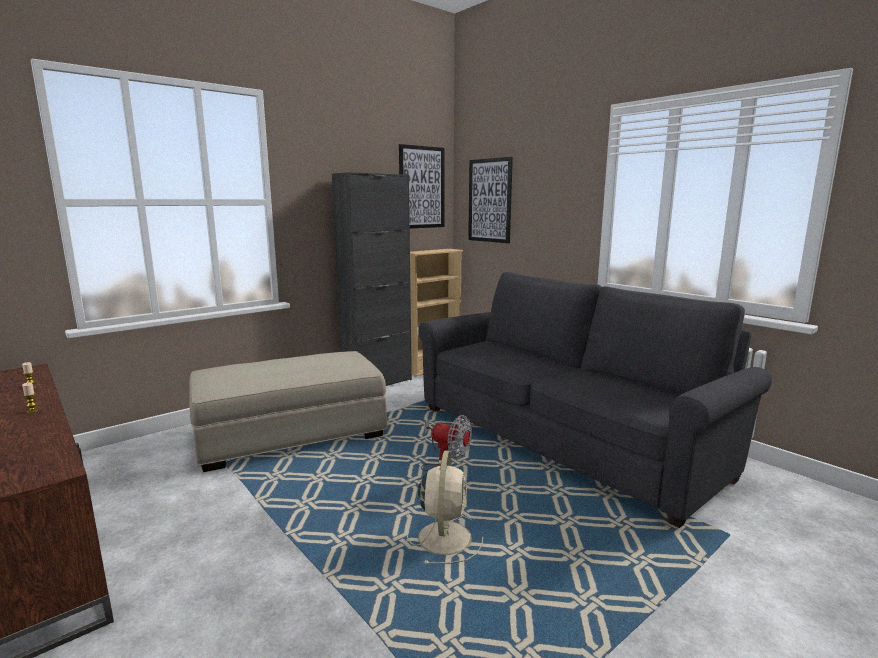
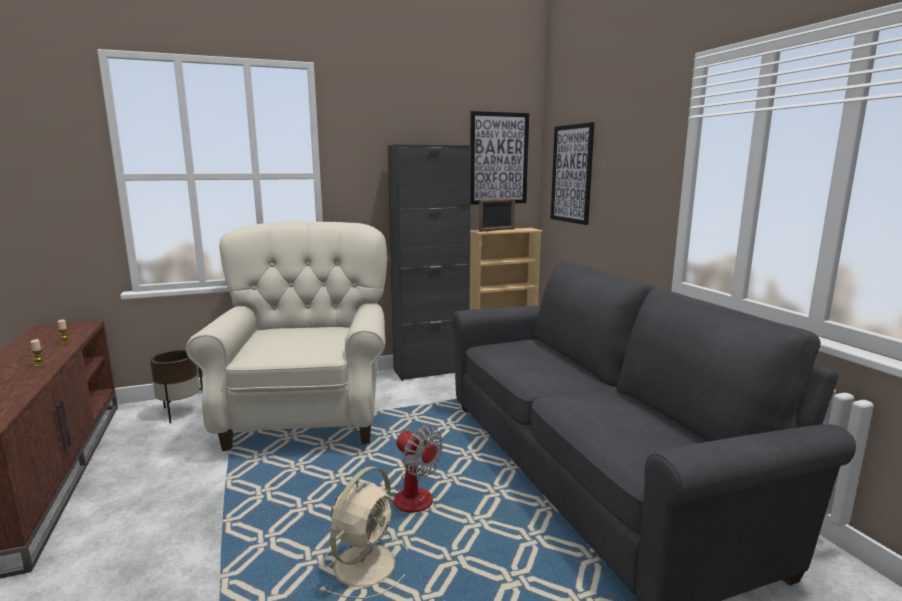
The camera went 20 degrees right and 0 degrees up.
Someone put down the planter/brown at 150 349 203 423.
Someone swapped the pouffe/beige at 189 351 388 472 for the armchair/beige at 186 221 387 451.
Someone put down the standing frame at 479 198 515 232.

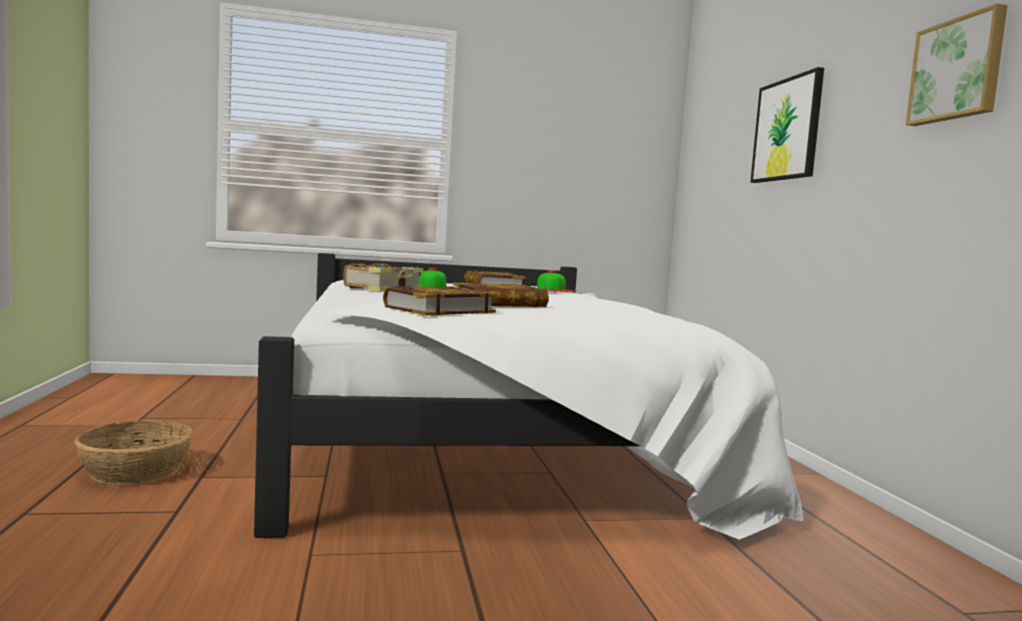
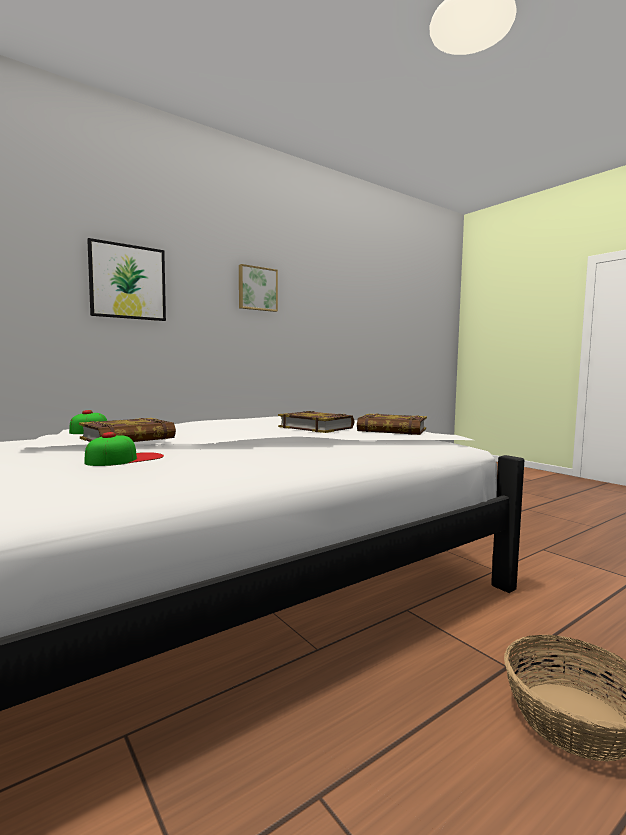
The camera went 115 degrees left and 0 degrees up.
Someone took away the book at 343 263 423 291.

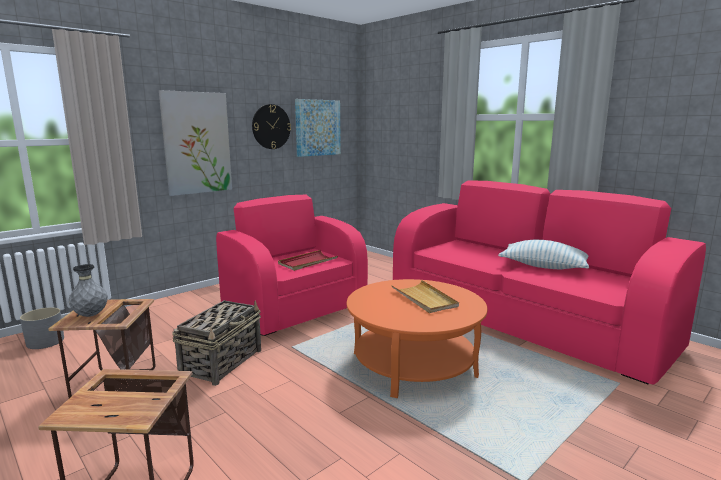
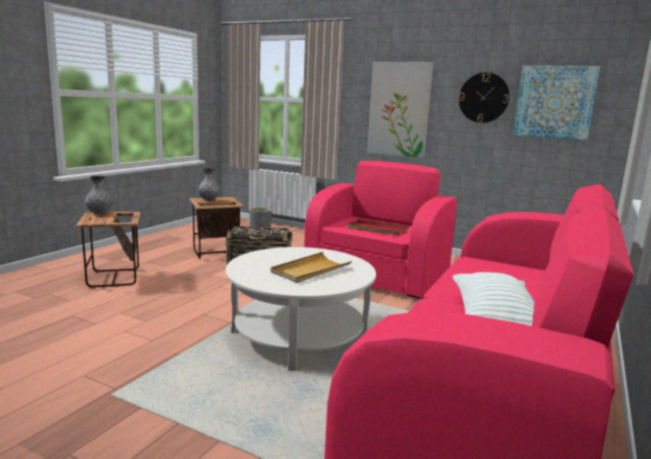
The camera went 70 degrees right and 0 degrees up.
Someone put down the decorative vase/greyish at 85 176 112 214.
Someone repainted the low table/orange at 347 279 487 398, which became the low table/whitish at 226 247 376 371.

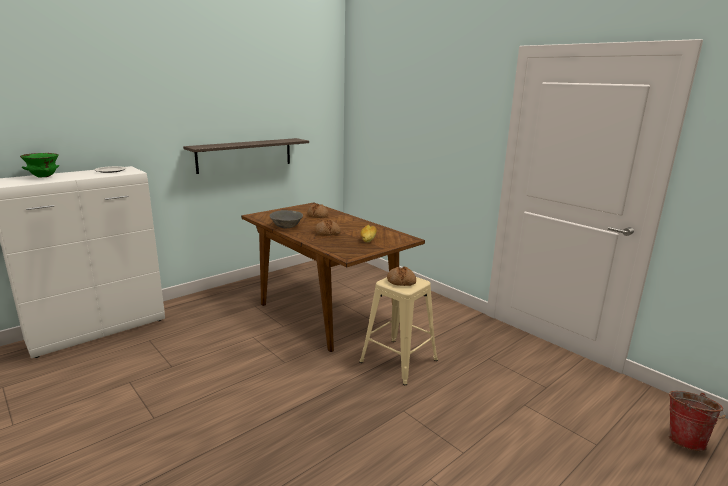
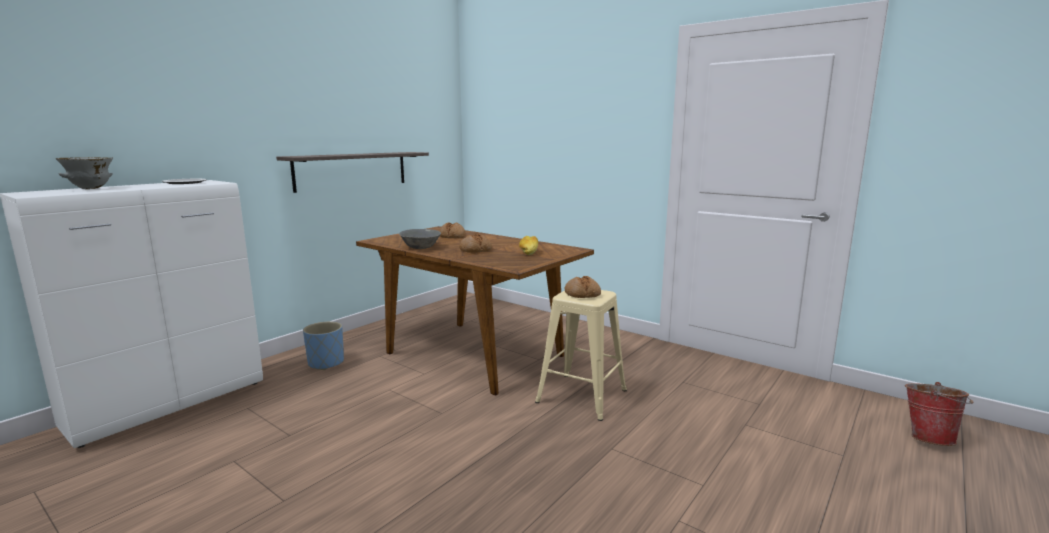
The camera went 10 degrees left and 5 degrees down.
Someone repainted the serving bowl/greenish at 20 153 59 177, which became the serving bowl/greyish at 56 157 113 189.
Someone put down the planter/blue-coloured at 303 321 344 370.

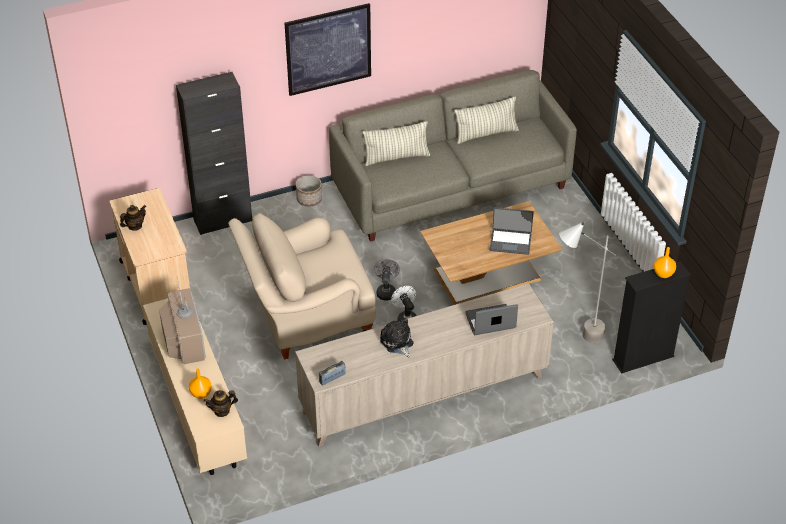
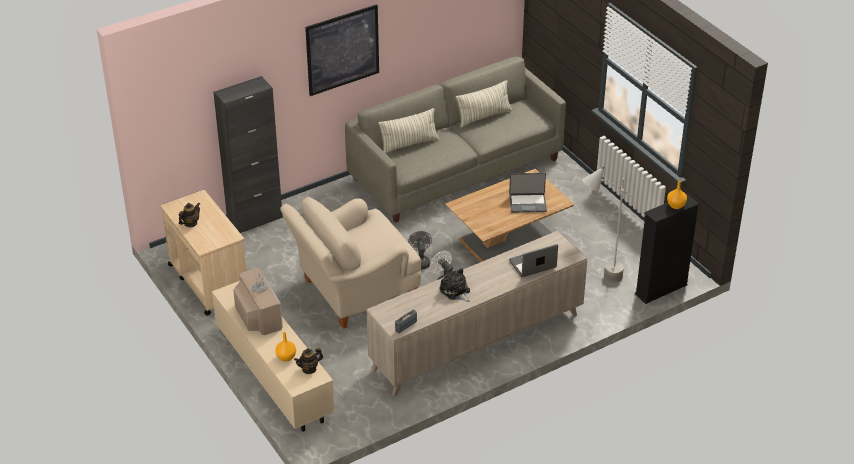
The camera went 10 degrees left and 5 degrees down.
Someone took away the planter at 296 175 322 207.

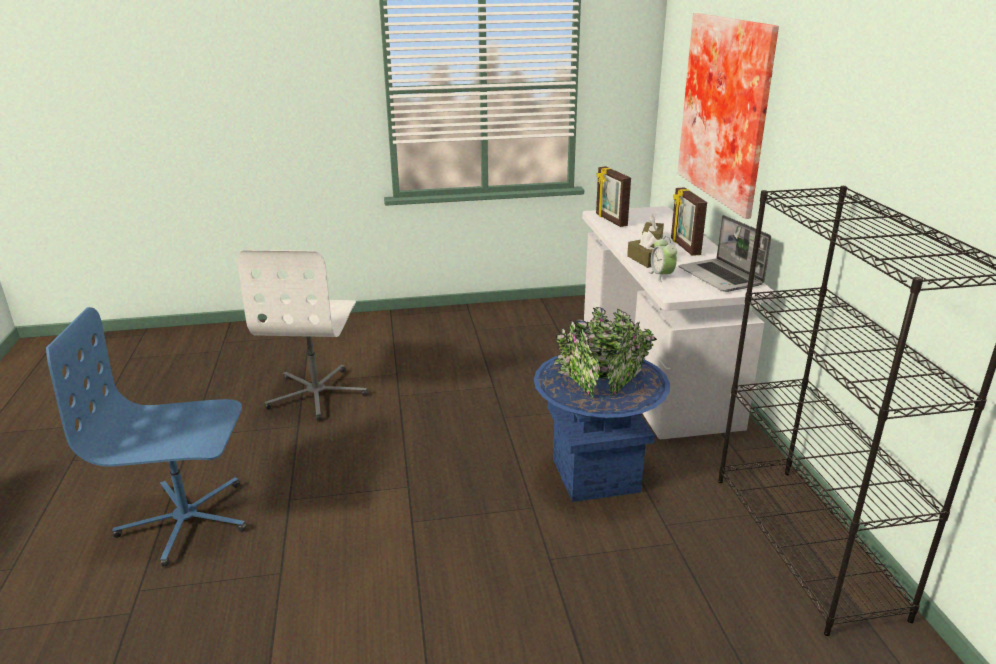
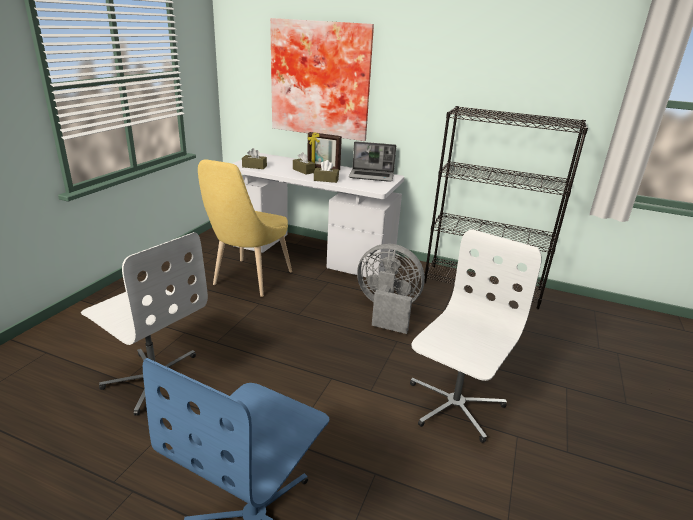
The camera went 60 degrees left and 0 degrees up.
Someone put down the chair/yellow at 198 159 292 297.
Someone swapped the standing frame at 596 166 631 227 for the box of tissues/brown at 242 148 267 169.
Someone swapped the planter/blue-coloured at 534 307 670 502 for the fan/greyish at 357 244 425 334.
Someone put down the desk chair/whitish at 410 229 542 443.
Someone took away the table clock at 649 236 677 282.

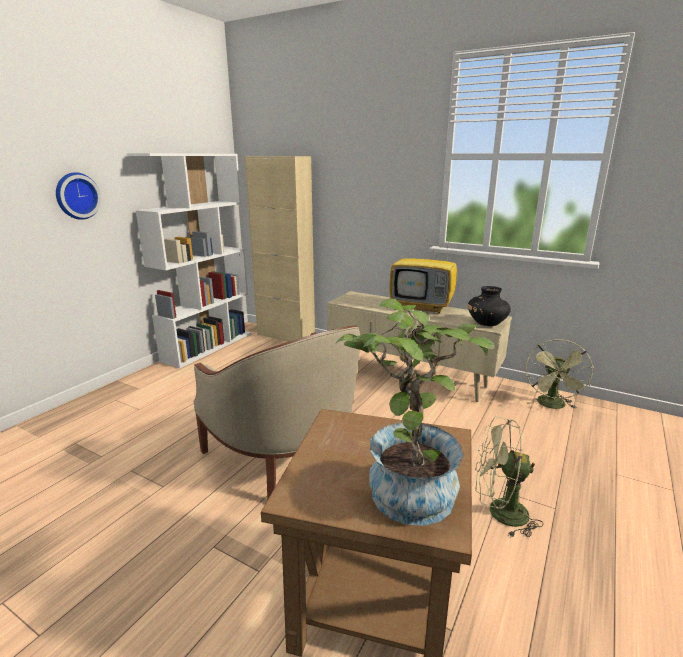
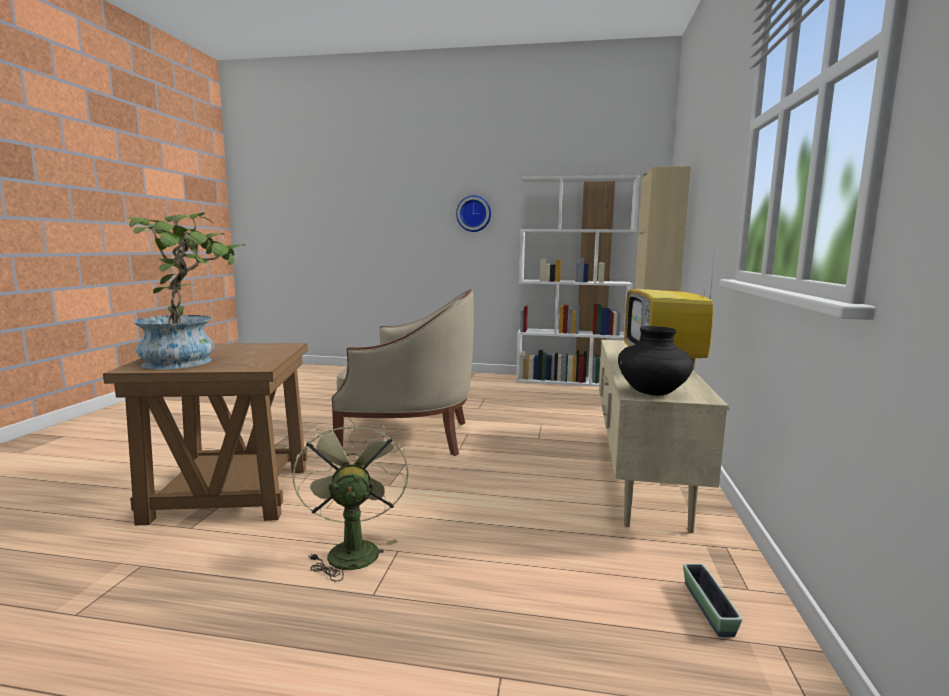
The camera went 70 degrees right and 10 degrees down.
Someone rotated the armchair/beige at 193 325 360 500 by 120 degrees counterclockwise.
Someone swapped the fan/greenish at 526 339 594 409 for the planter at 683 564 743 637.

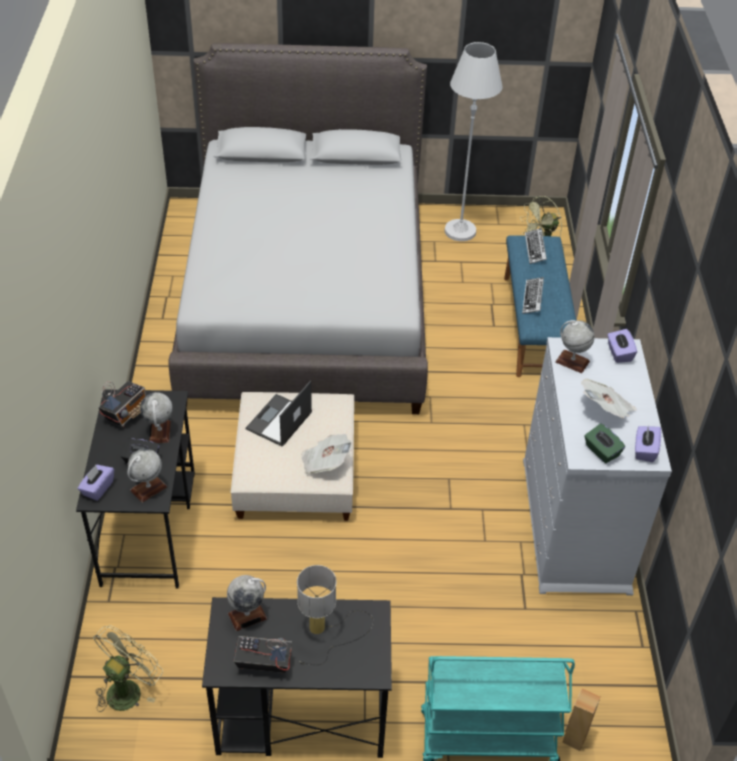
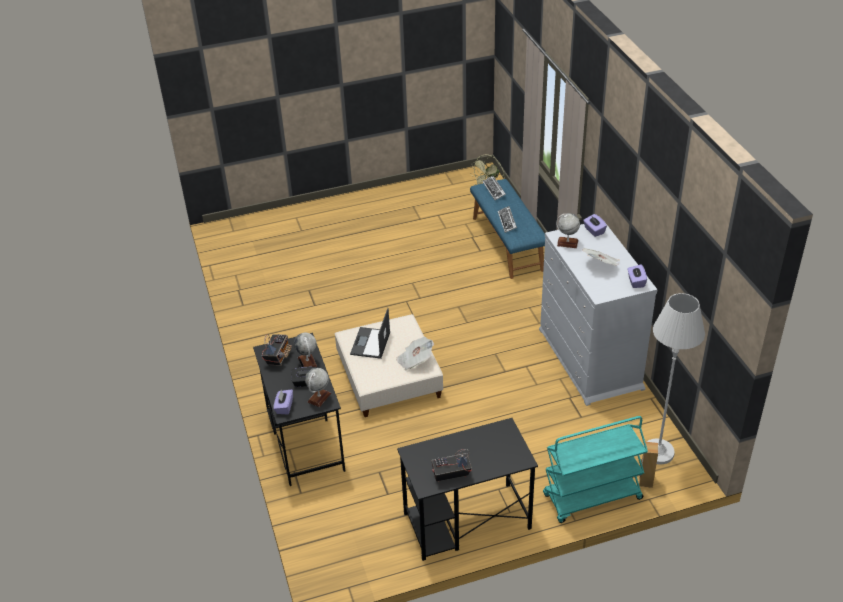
The camera went 15 degrees left and 5 degrees down.
Someone carried the standing lamp/whitish from 445 42 503 241 to 647 293 705 464.
Someone took away the fan/greenish at 93 625 163 712.
Someone took away the bedroom bed/greyish at 168 43 428 414.
Someone took away the globe at 227 575 267 631.
Someone took away the tabletop lamp at 297 565 374 665.
Someone took away the box of tissues/greenish at 584 424 625 463.

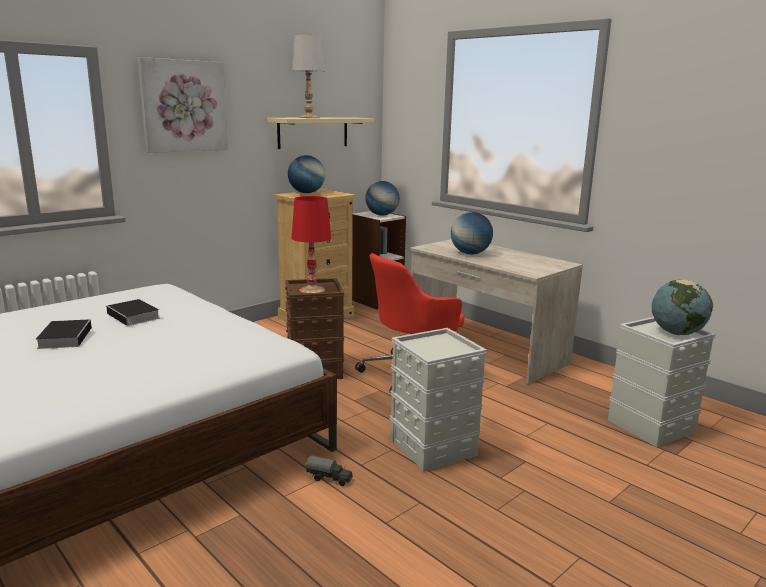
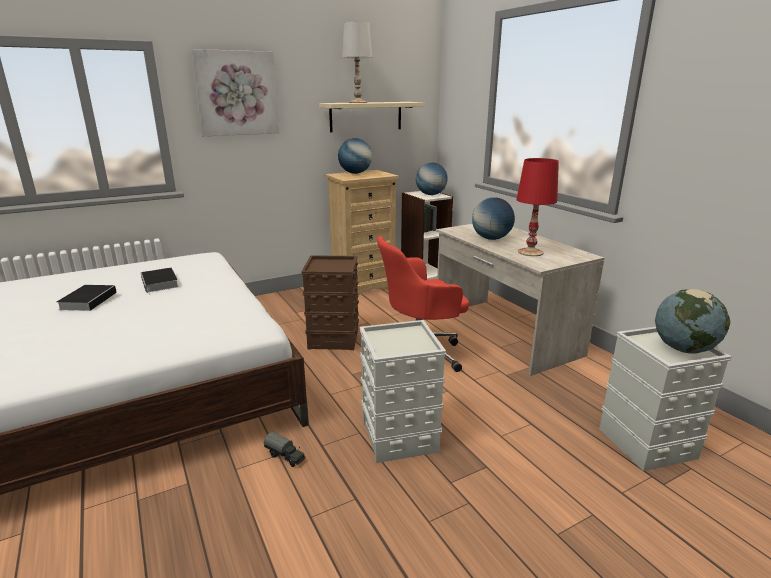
The camera went 15 degrees right and 5 degrees up.
Someone carried the tabletop lamp/red-coloured from 291 196 331 294 to 516 158 559 256.

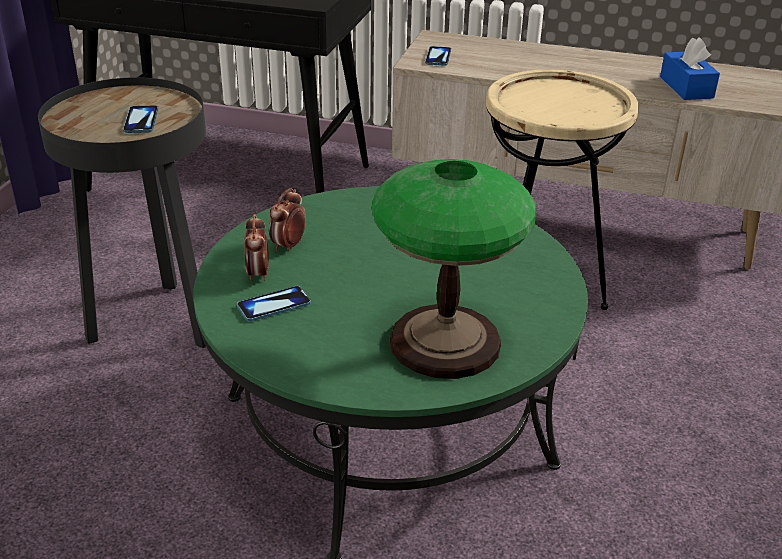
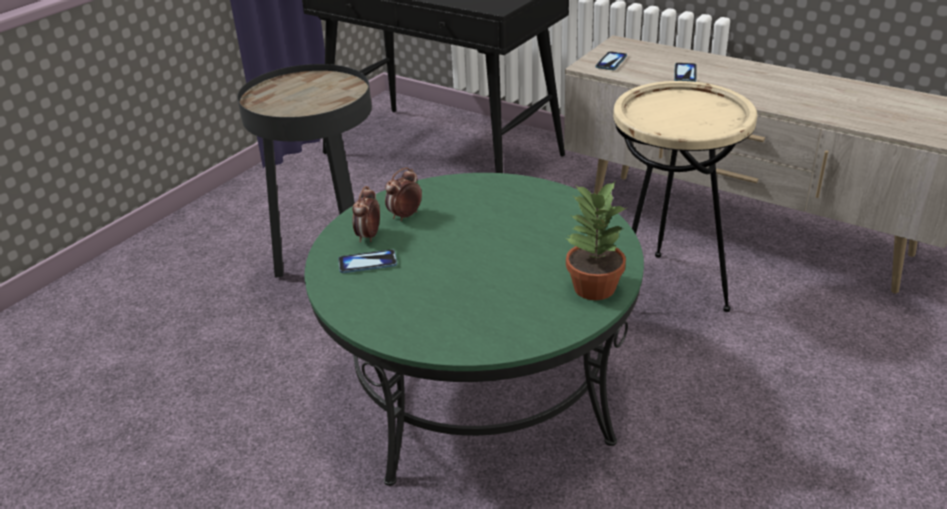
The camera went 20 degrees right and 0 degrees up.
Someone put down the potted plant at 565 182 628 300.
Someone carried the telephone from 123 105 158 133 to 674 63 697 82.
Someone took away the tabletop lamp at 371 159 536 379.
Someone took away the box of tissues/blue-coloured at 660 37 720 100.

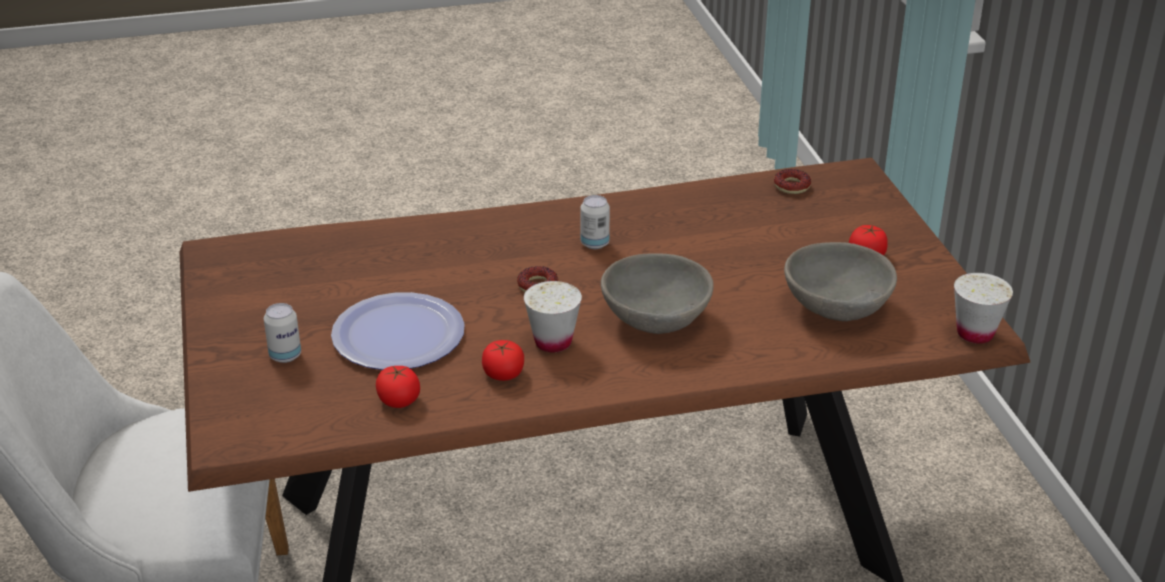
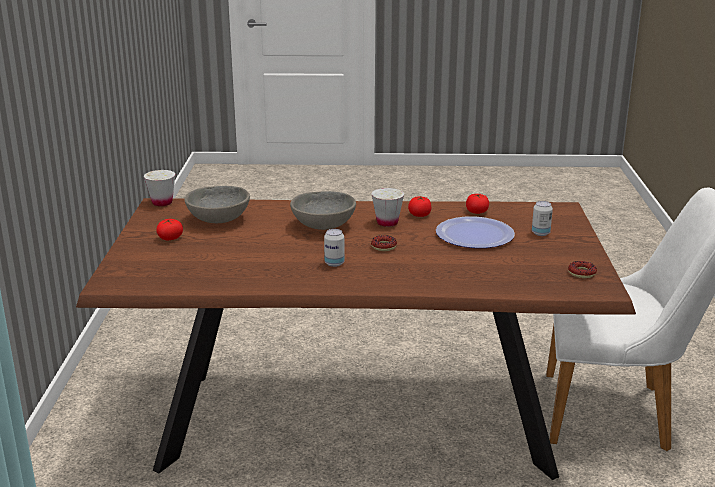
The camera went 165 degrees left and 10 degrees down.
Someone carried the ring doughnut from 774 169 811 194 to 568 261 597 278.

